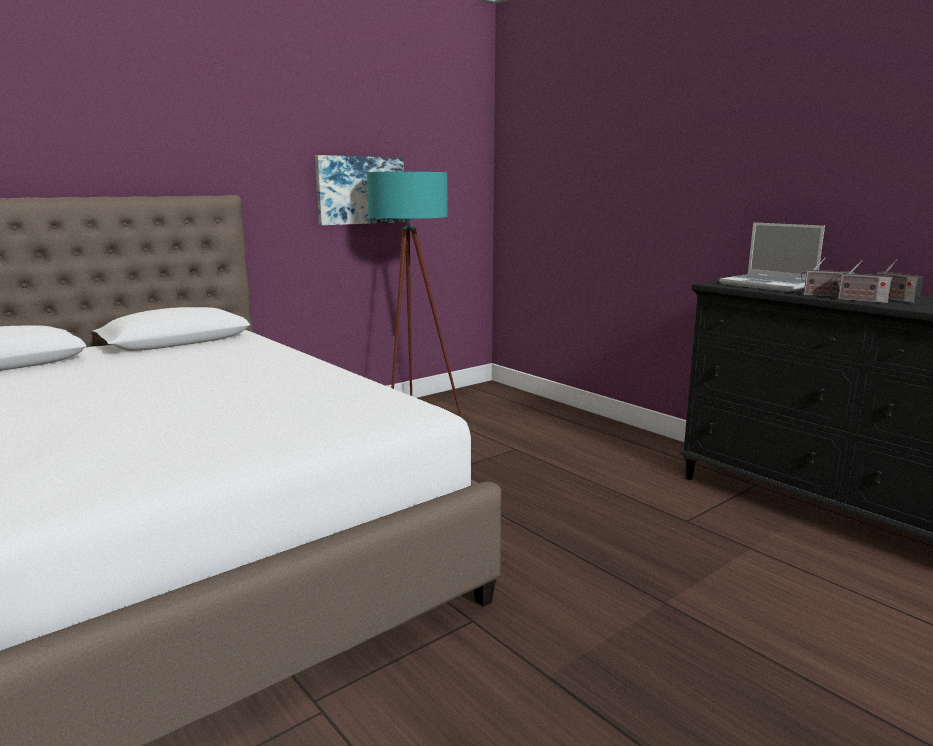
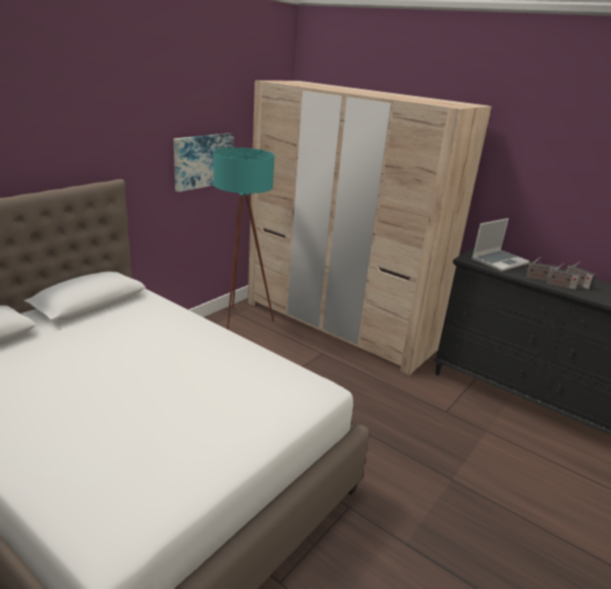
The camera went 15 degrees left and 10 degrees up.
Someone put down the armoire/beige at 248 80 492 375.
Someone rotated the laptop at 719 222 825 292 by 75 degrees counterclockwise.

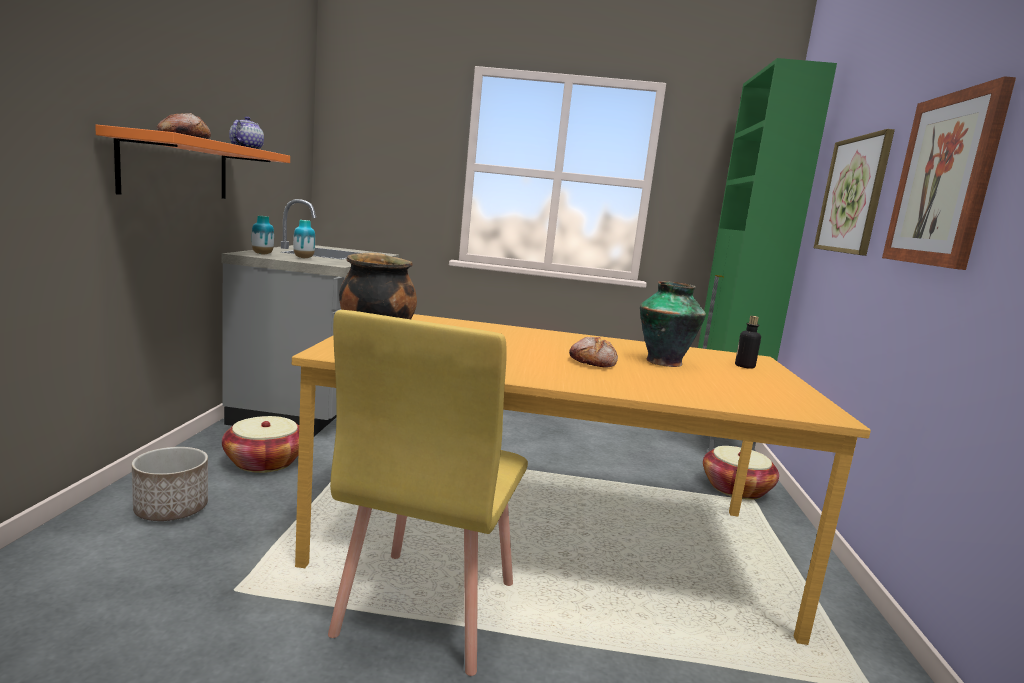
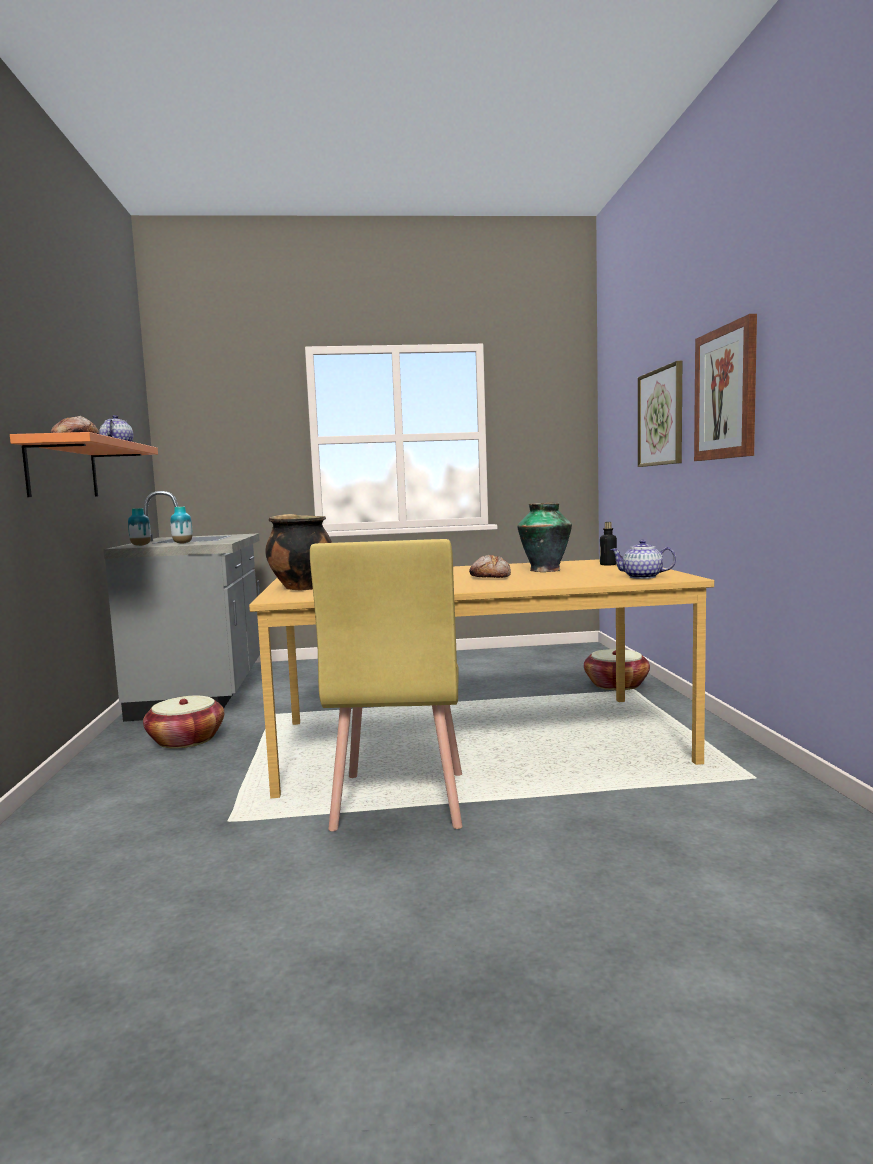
The camera went 10 degrees left and 5 degrees down.
Someone put down the pot for tea at 610 540 676 579.
Someone took away the planter at 132 447 208 521.
Someone took away the cabinet/greenish at 698 58 837 452.

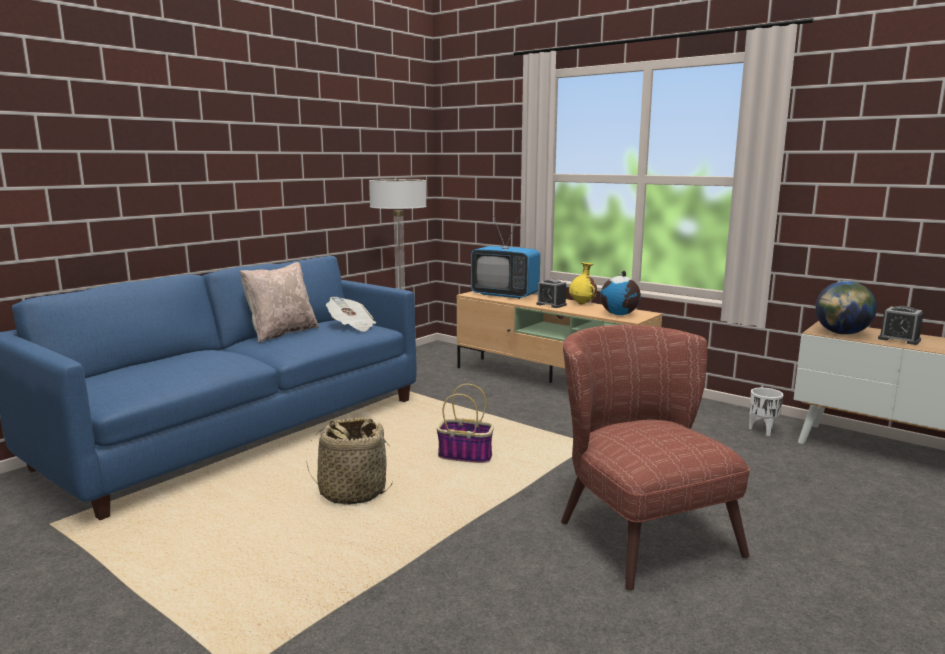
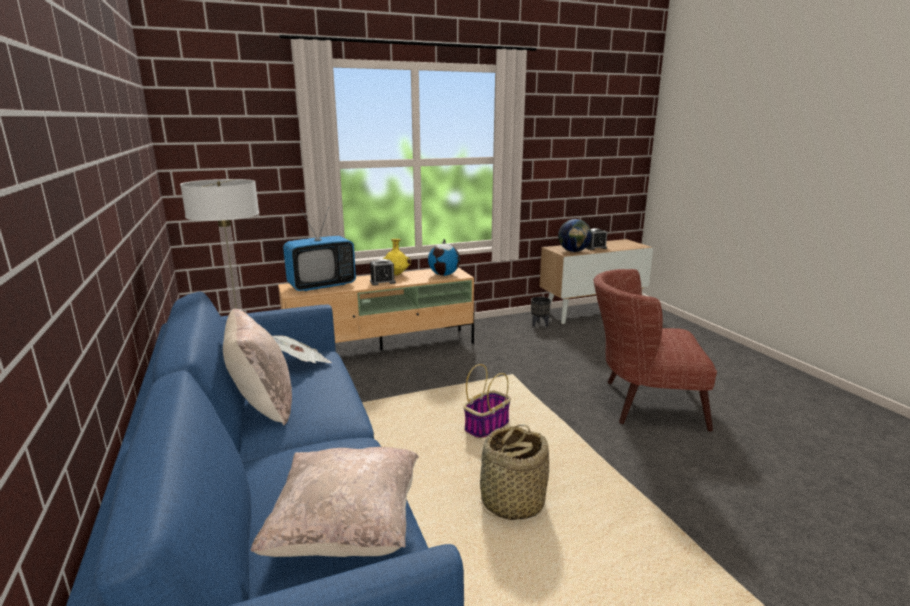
The camera went 60 degrees left and 5 degrees up.
Someone put down the pillow/beige at 251 447 419 557.
Someone repainted the planter/whitish at 749 388 783 436, which became the planter/black-coloured at 531 297 551 327.

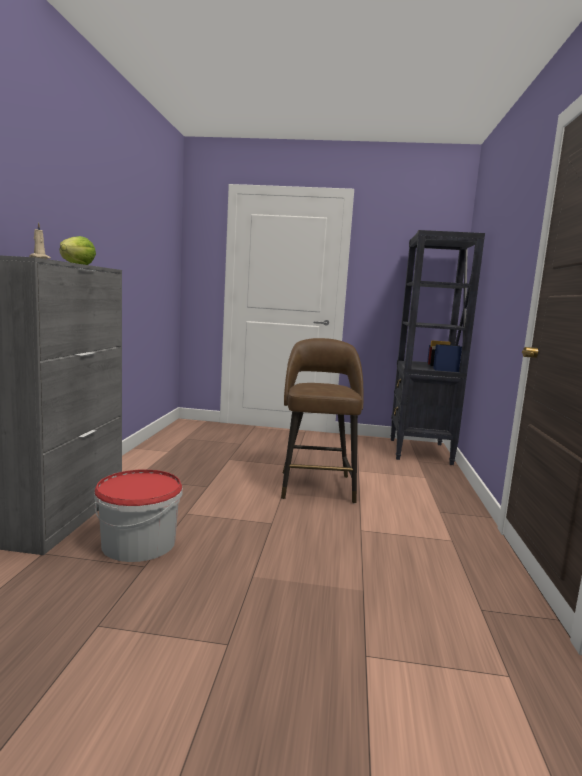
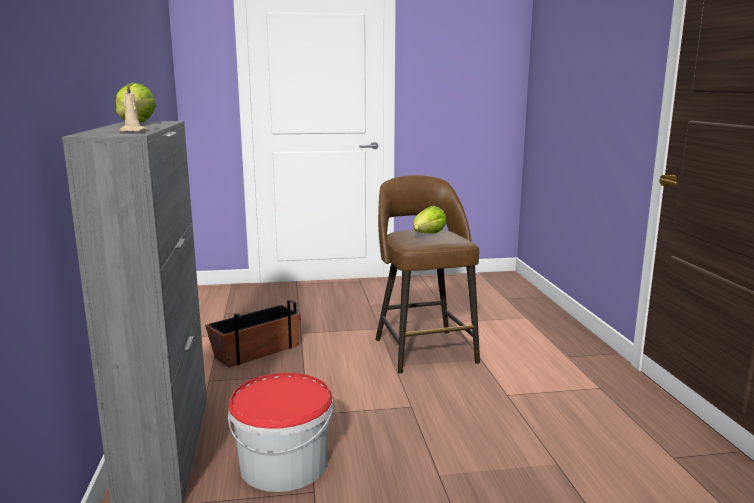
The camera went 15 degrees left and 5 degrees up.
Someone put down the planter at 205 300 301 368.
Someone put down the head of lettuce at 413 206 447 234.
Someone took away the bookshelf/black-coloured at 390 230 485 465.

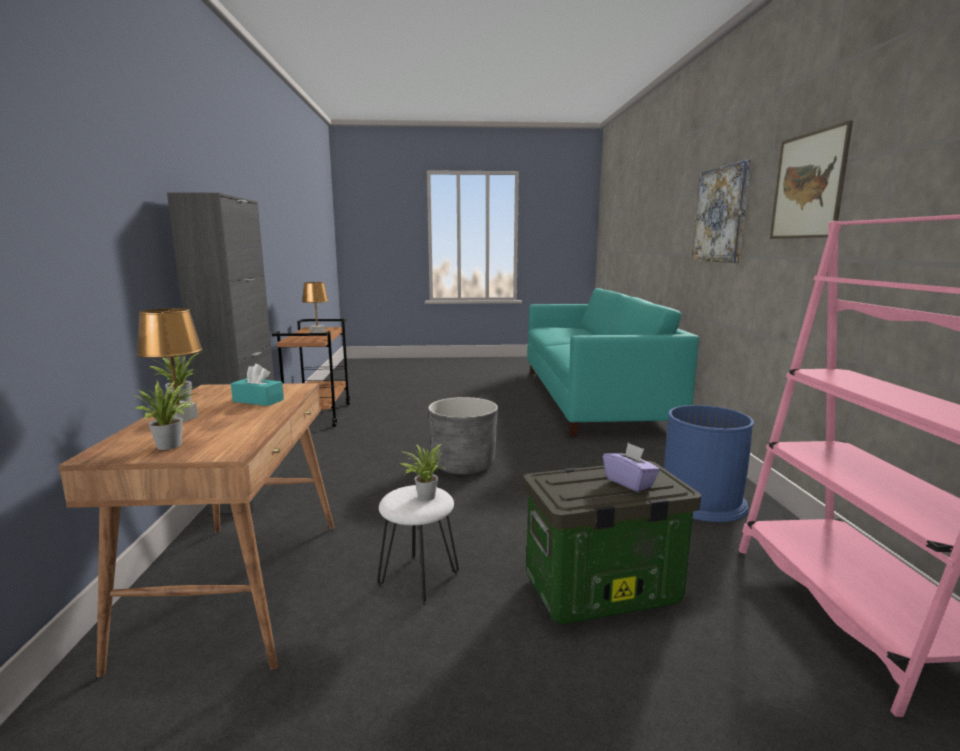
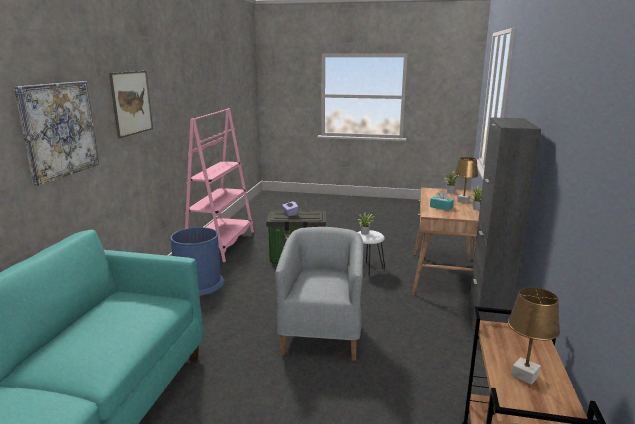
The camera went 165 degrees left and 5 degrees up.
Someone swapped the planter/greyish at 428 397 498 475 for the armchair/greyish at 275 227 363 361.

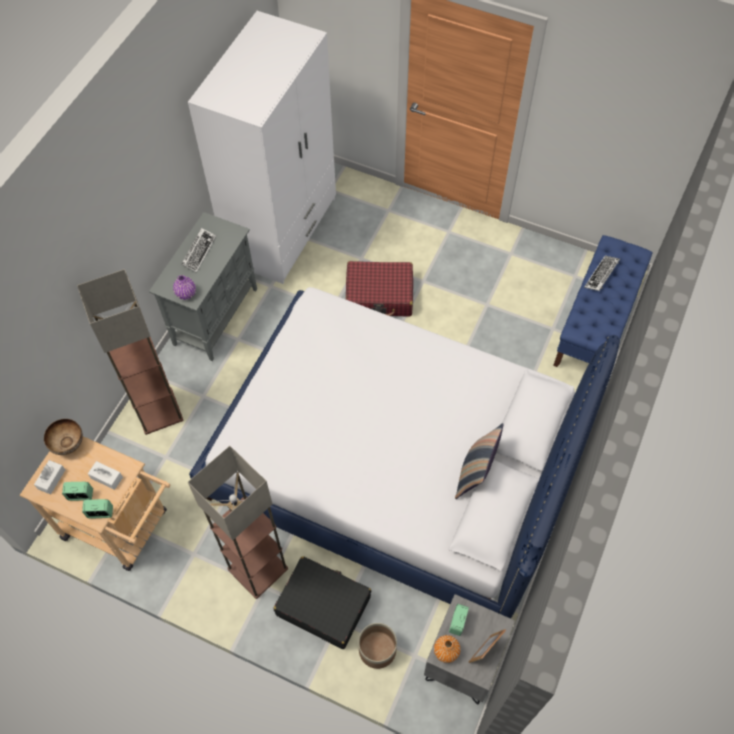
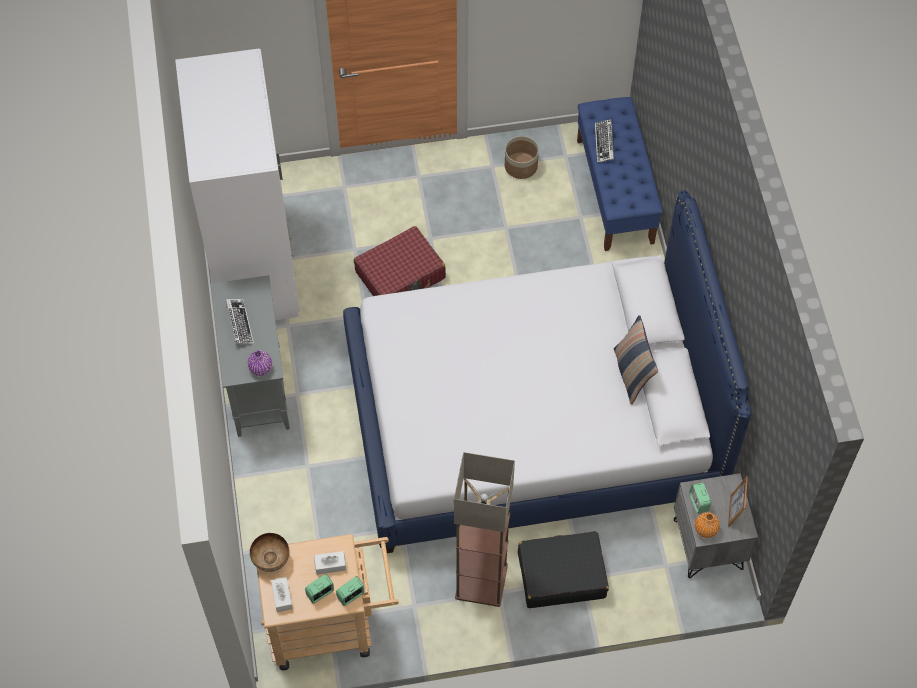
The camera went 35 degrees left and 0 degrees up.
Someone carried the planter from 358 623 397 669 to 505 136 539 179.
Someone took away the standing lamp at 77 269 183 435.

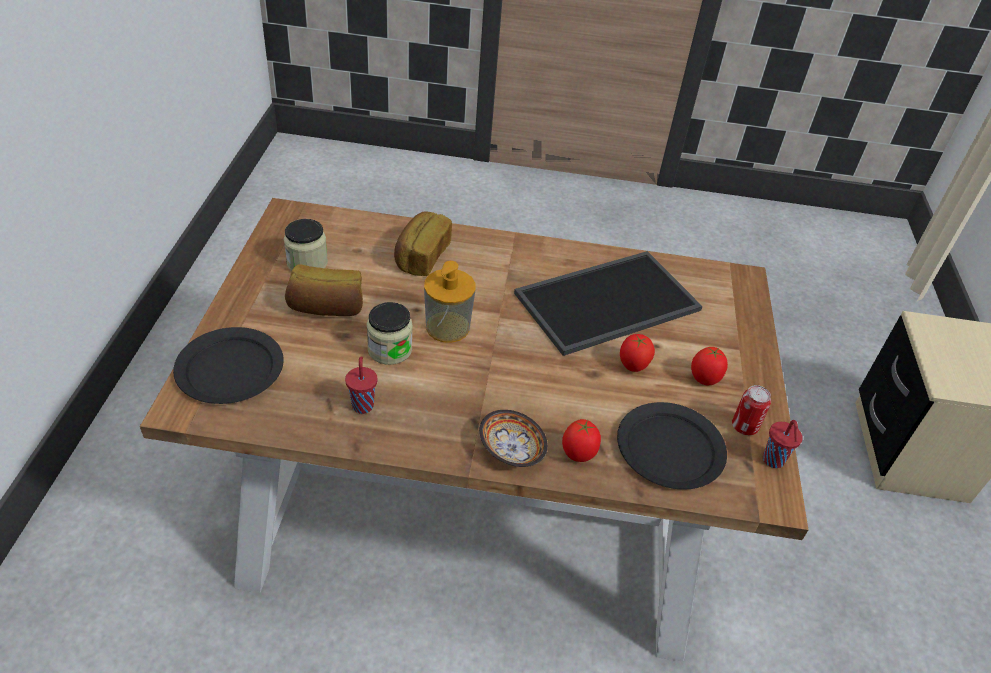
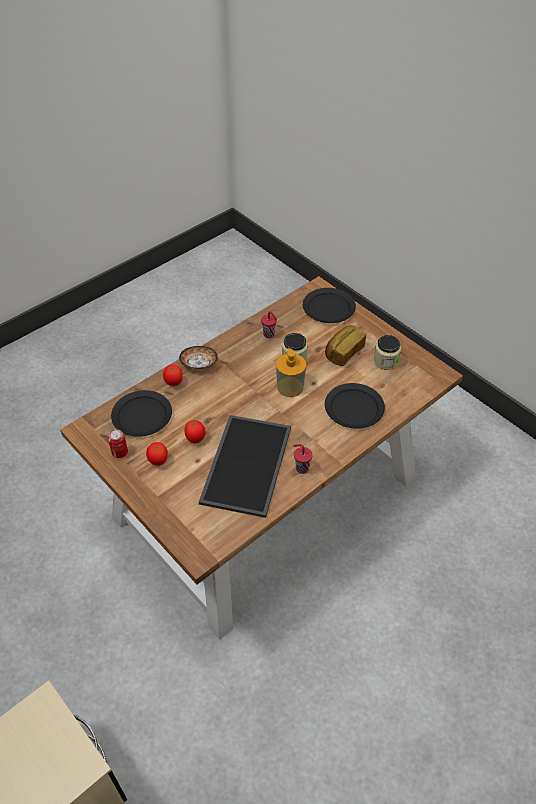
The camera went 135 degrees right and 5 degrees up.
Someone carried the small cup/red-coloured from 763 420 803 468 to 294 444 313 474.
Someone swapped the baked bread at 394 211 452 276 for the flat dish/black-coloured at 325 383 385 429.

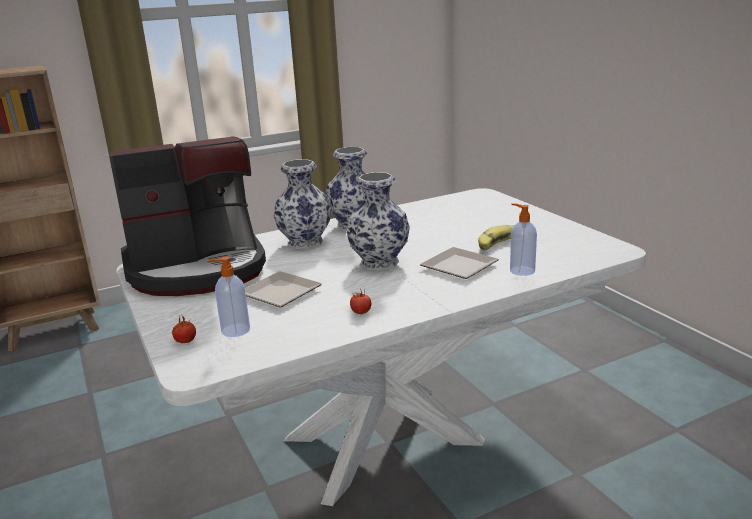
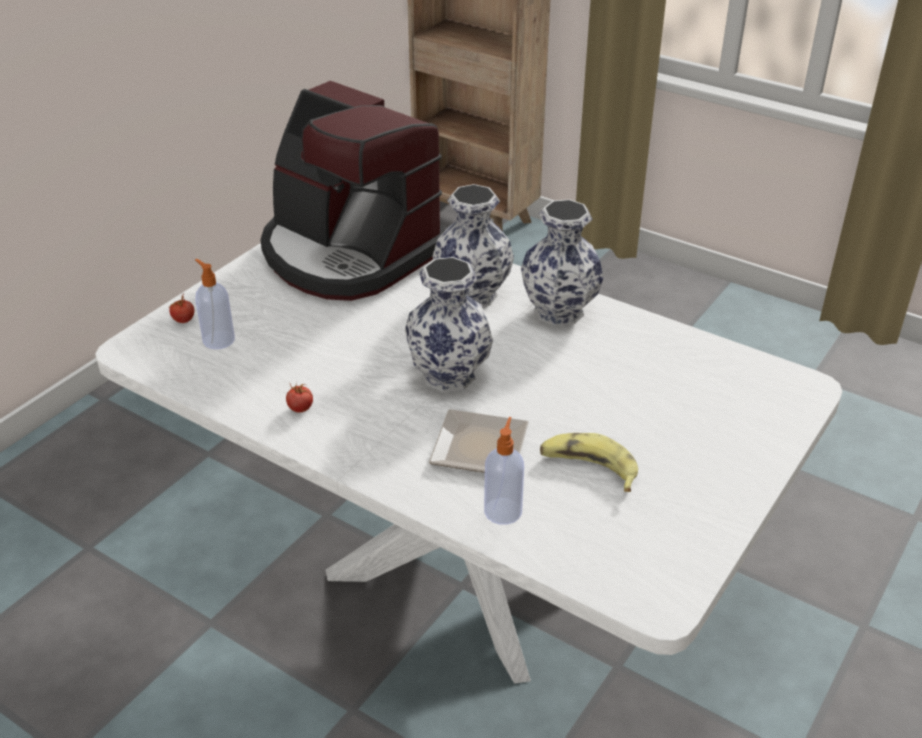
The camera went 60 degrees right and 15 degrees up.
Someone took away the flat dish at 245 271 322 307.

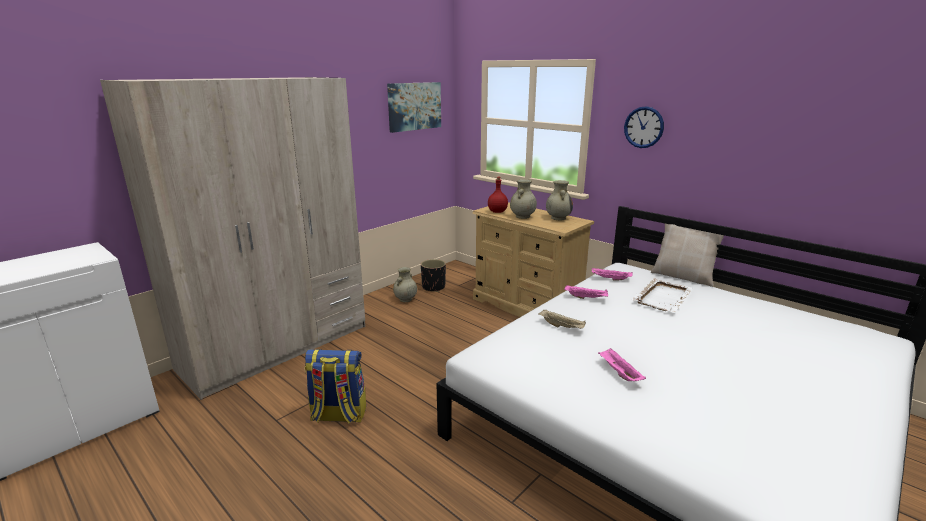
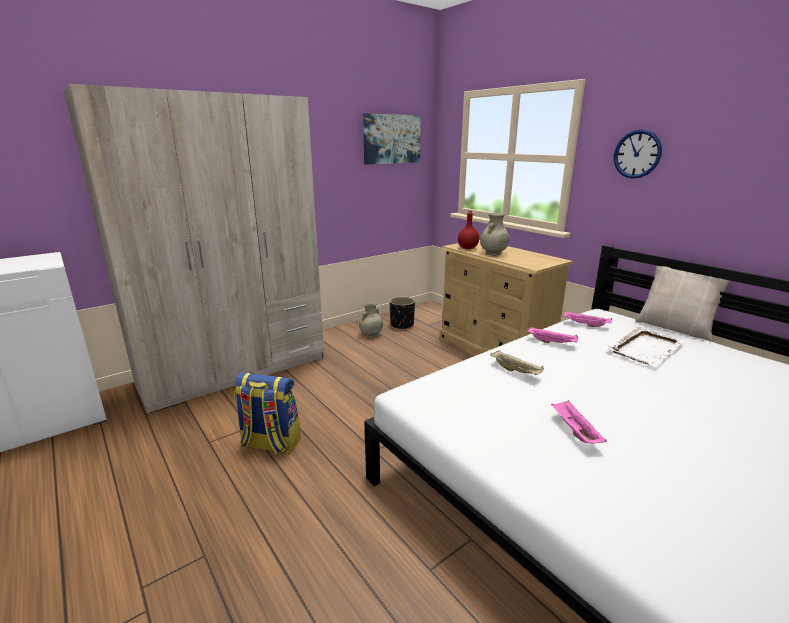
The camera went 10 degrees right and 0 degrees up.
Someone took away the decorative vase/beige at 546 180 573 220.

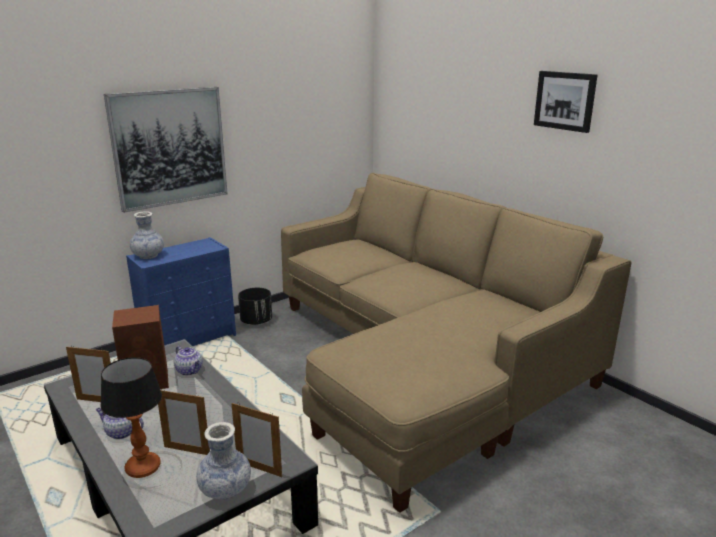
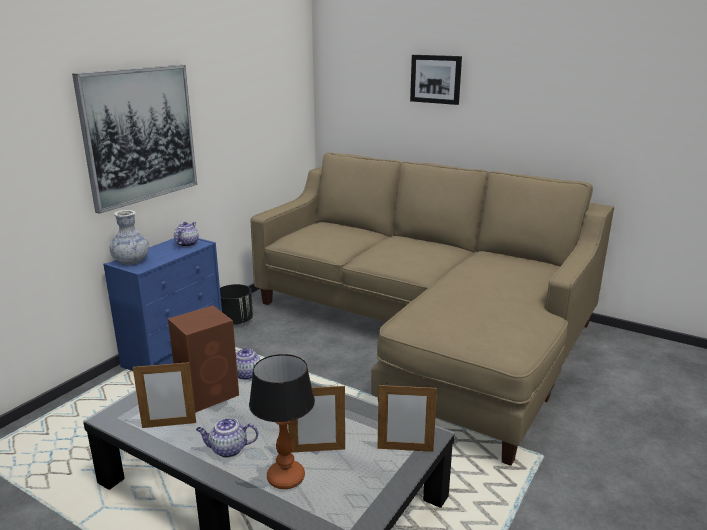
The camera went 20 degrees left and 0 degrees up.
Someone put down the pot for tea at 174 222 199 247.
Someone carried the wall art from 534 71 597 133 to 410 55 462 105.
Someone took away the decorative vase at 196 422 251 500.

